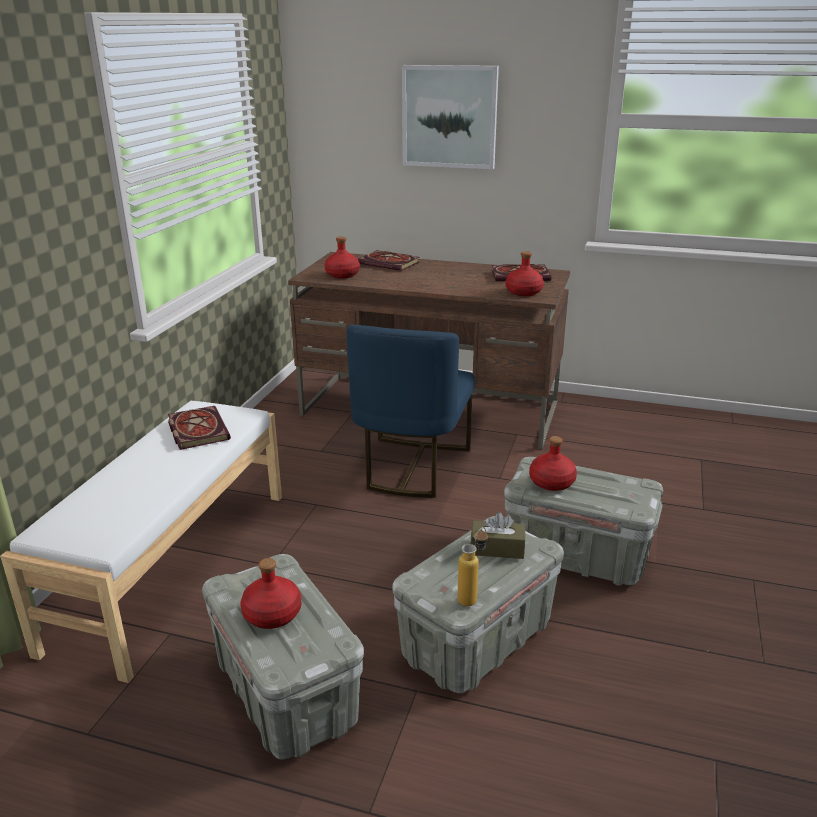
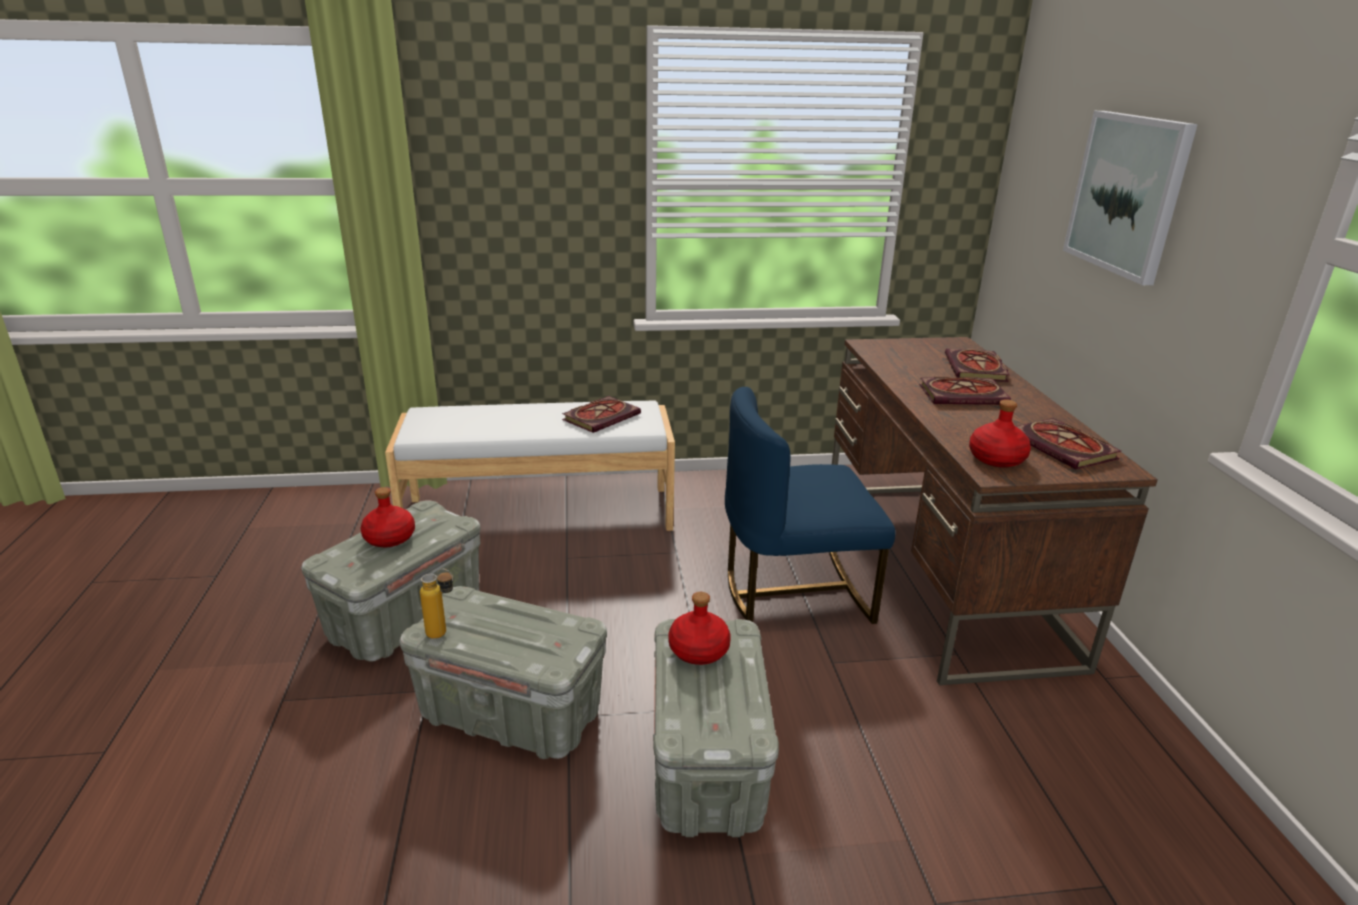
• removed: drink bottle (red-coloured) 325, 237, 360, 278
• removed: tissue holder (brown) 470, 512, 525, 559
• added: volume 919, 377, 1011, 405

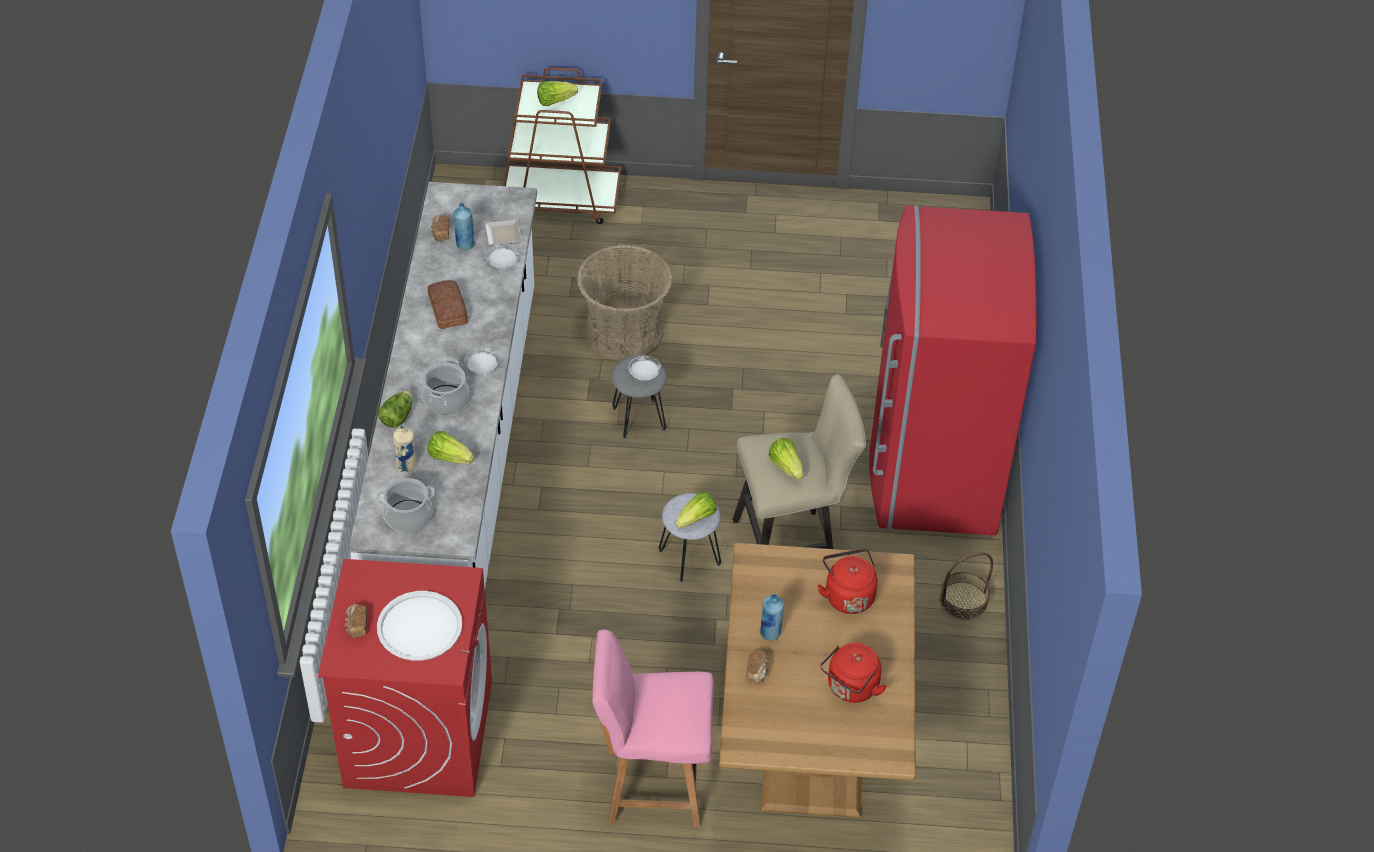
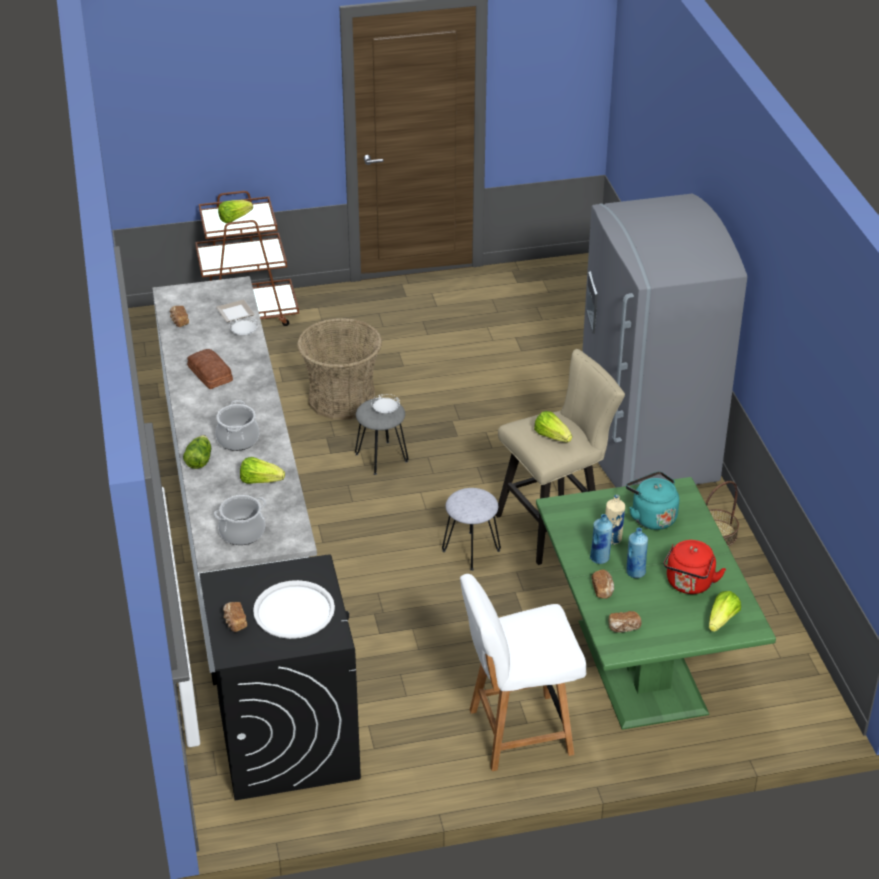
• moved: drink bottle (blue-coloured) 453, 203, 475, 250 to 626, 528, 648, 578
• recoloured: kitchen fridge (red-coloured) 869, 206, 1037, 535 to kitchen fridge (greyish) 582, 194, 747, 488
• removed: dinner plate (white-coloured) 465, 348, 499, 374
• moved: drink bottle (beige-coloured) 393, 424, 416, 473 to 605, 494, 625, 544
• moved: lettuce head 676, 492, 717, 528 to 709, 591, 741, 632
• recoloured: kitchen table (brown) 719, 543, 915, 818 to kitchen table (green) 536, 477, 776, 730
• recoloured: water kettle (red-coloured) 817, 549, 878, 614 to water kettle (turquoise-coloured) 626, 471, 679, 530
• recoloured: washing machine (red-coloured) 318, 559, 492, 797 to washing machine (blackish) 199, 554, 361, 801
• recoloured: upright chair (pink-coloured) 592, 629, 714, 827 to upright chair (white-coloured) 460, 574, 586, 771
• added: bread 609, 611, 642, 632

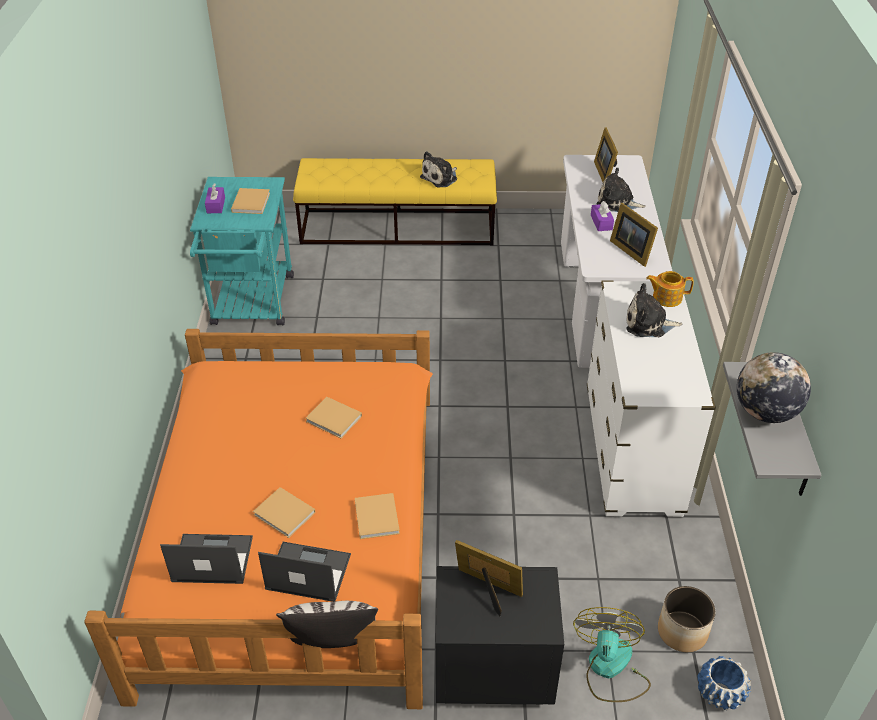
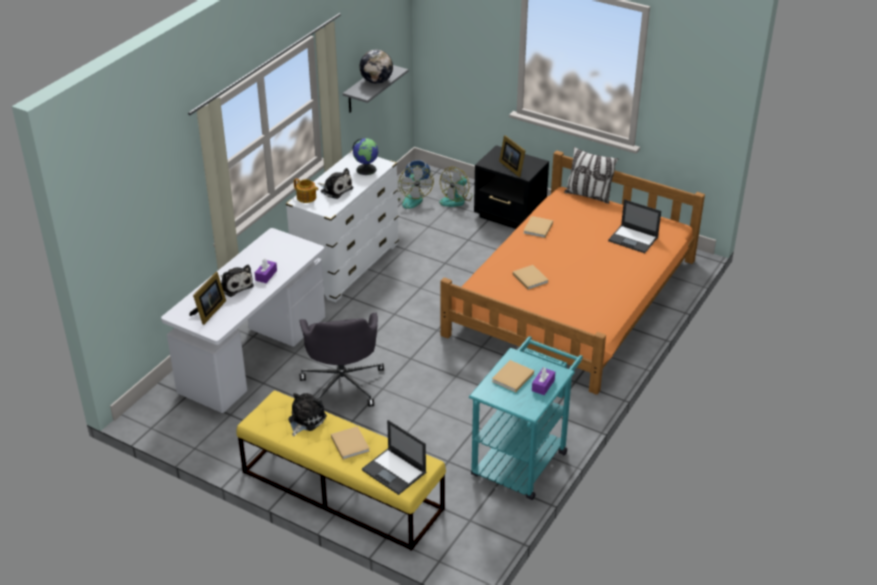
• turned: cuddly toy 420, 151, 457, 188 = 288, 393, 327, 436 45 degrees counterclockwise
• removed: standing frame 610, 203, 658, 267
• moved: volume (beige-coloured) 253, 487, 316, 538 to 331, 426, 370, 460
• moved: portable computer 258, 542, 351, 602 to 362, 420, 426, 495
• replaced: flower pot 658, 586, 716, 652 to electric fan 397, 165, 434, 209
• added: desk globe 353, 138, 378, 175
• added: desk chair (greyish) 299, 313, 384, 407

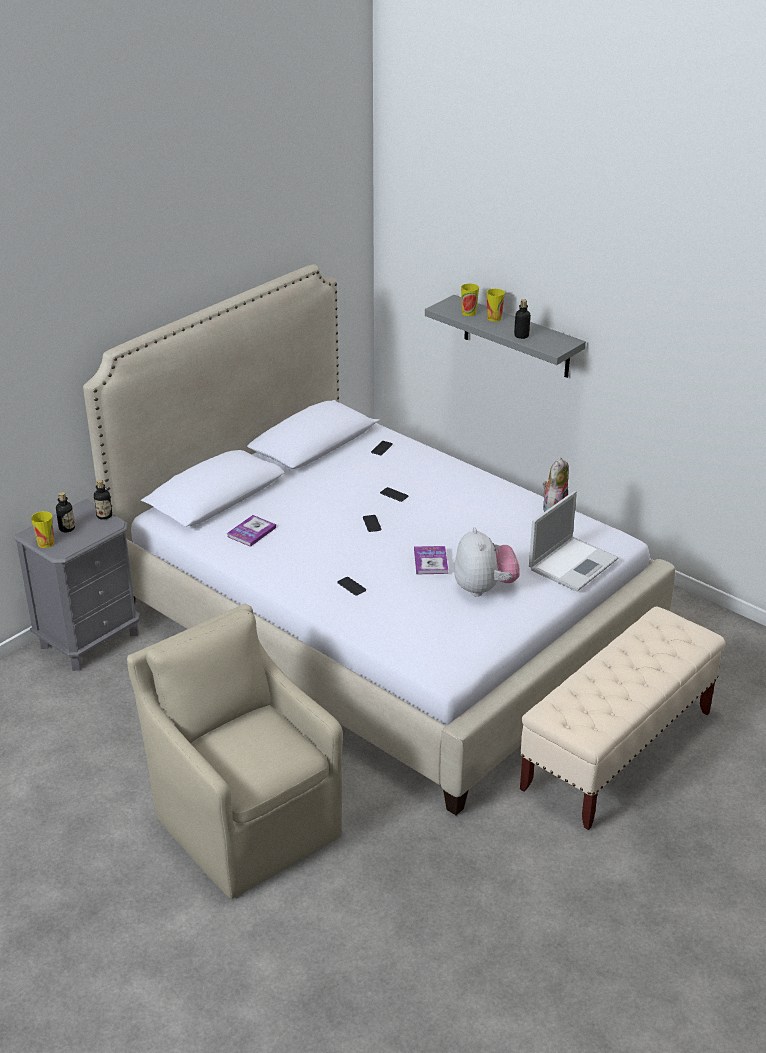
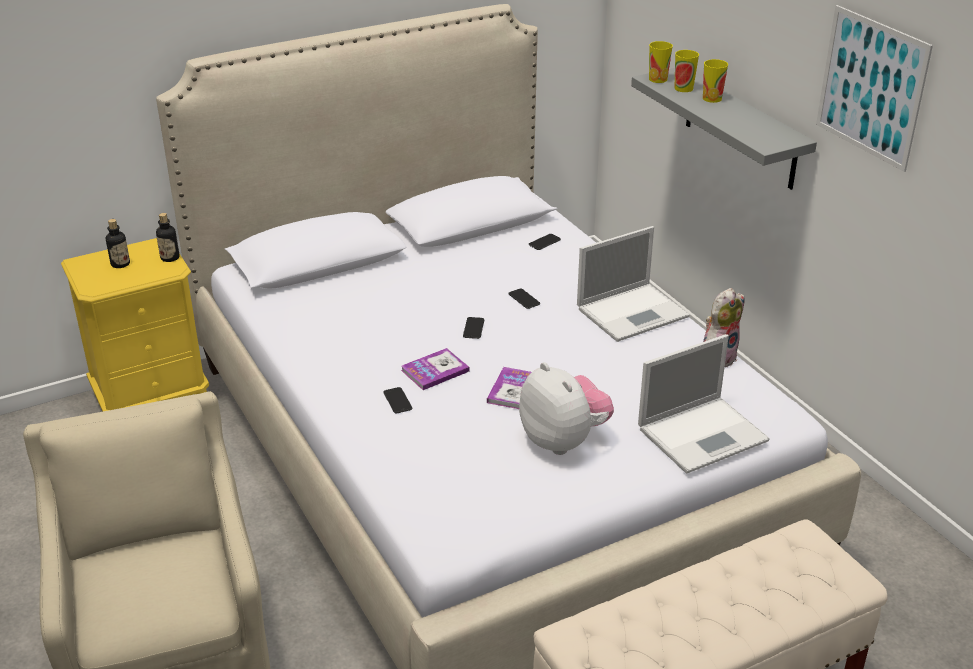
• removed: drink bottle 514, 299, 531, 339
• recoloured: nightstand (greyish) 13, 499, 140, 671 to nightstand (yellow-coloured) 61, 238, 209, 412
• moved: drinking cup 31, 511, 54, 548 to 649, 41, 673, 83
• moved: volume 227, 515, 276, 547 to 401, 348, 469, 390
• turned: cuddly toy 454, 527, 520, 597 = 519, 362, 614, 455 45 degrees counterclockwise
• added: wall art 816, 5, 933, 172
• added: portable computer 577, 226, 690, 342

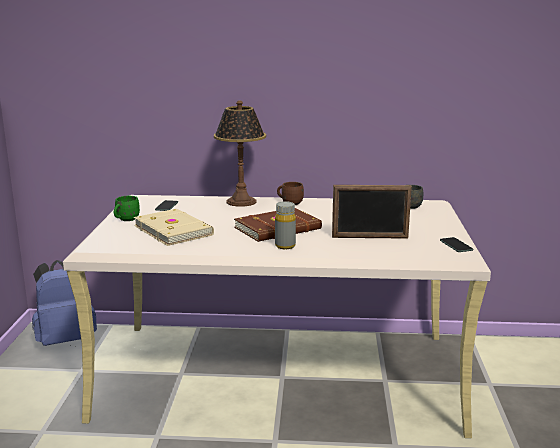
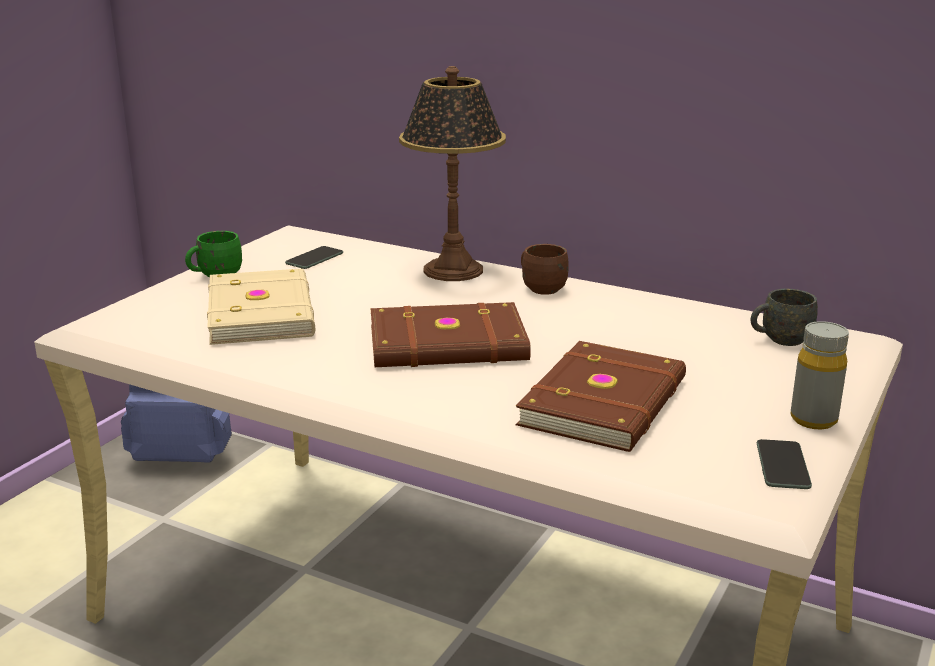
• replaced: standing frame 332, 185, 412, 239 to volume (brown) 516, 341, 686, 452
• moved: drink bottle (greyish) 275, 201, 296, 249 to 790, 321, 849, 430

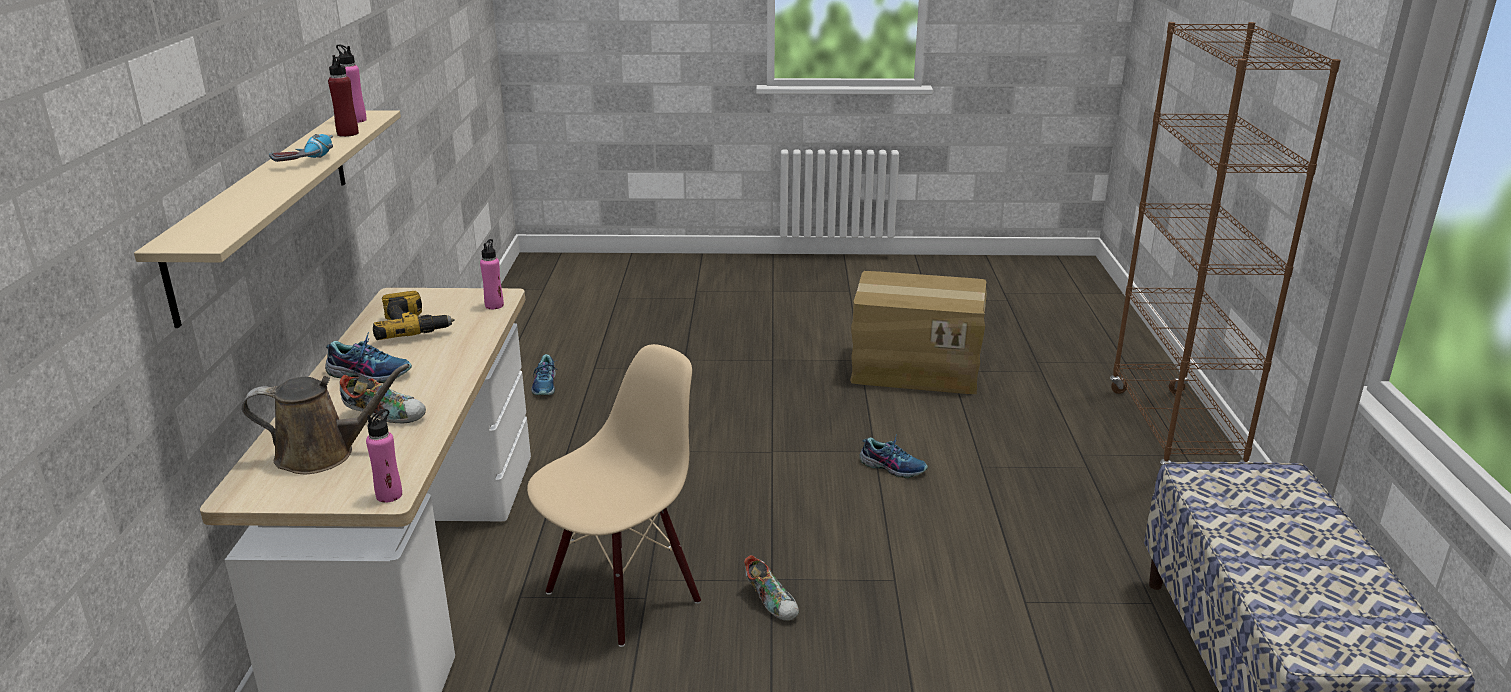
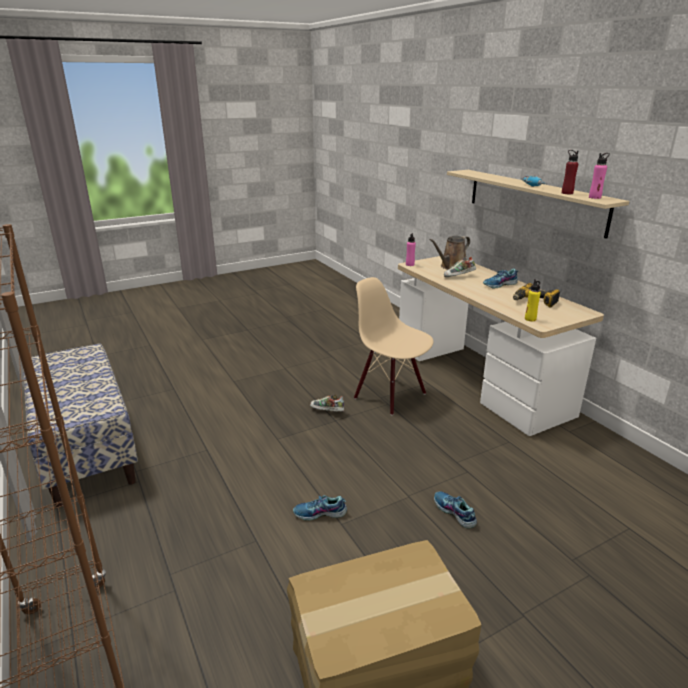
• recoloured: drink bottle (pink-coloured) 480, 239, 504, 309 to drink bottle (yellow-coloured) 525, 279, 541, 321
• turned: upright chair (beige-coloured) 527, 344, 701, 647 = 354, 277, 433, 415 120 degrees clockwise
• moved: item of footwear 531, 354, 558, 395 to 434, 491, 477, 529

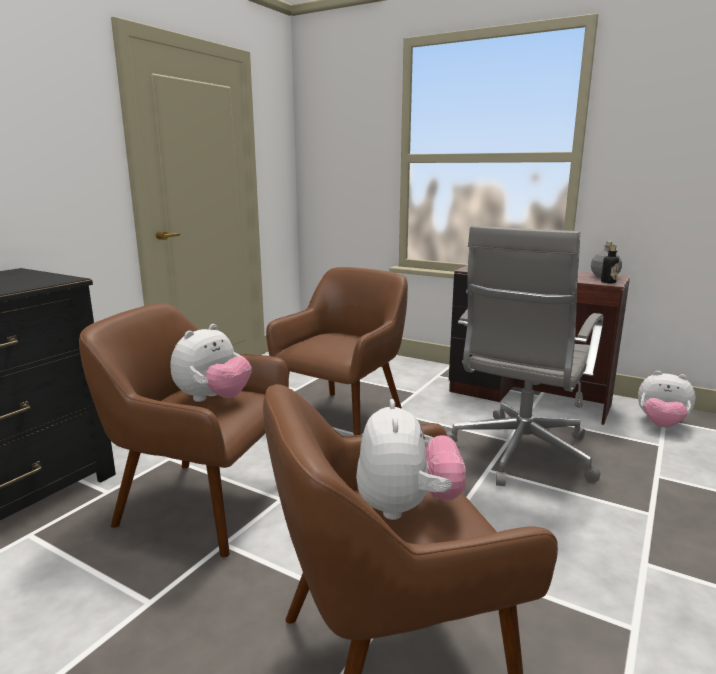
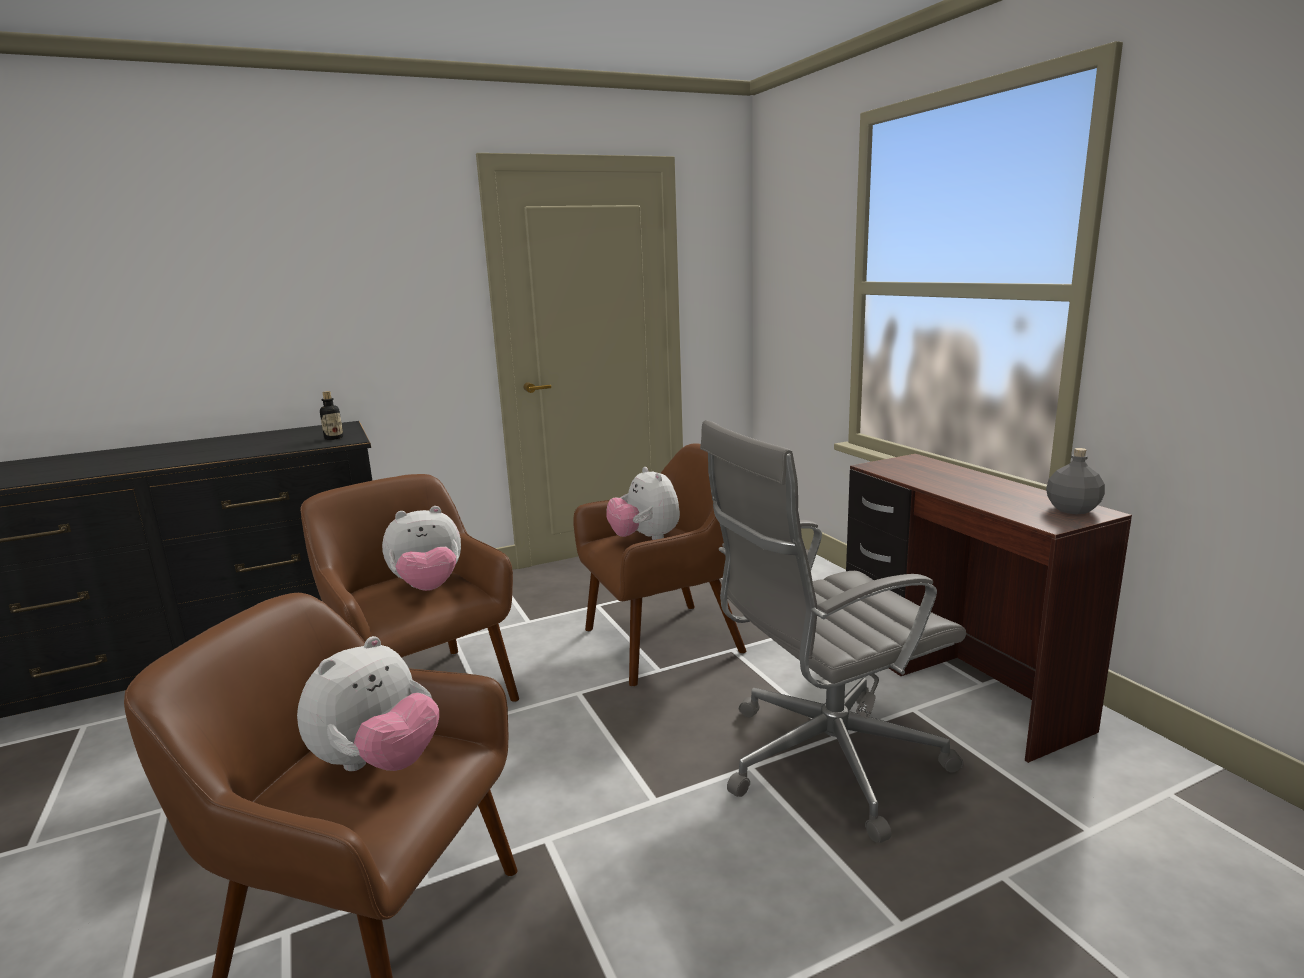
• moved: drink bottle 601, 245, 619, 284 to 320, 391, 343, 440
• moved: cuddly toy 638, 371, 695, 427 to 606, 467, 680, 540

